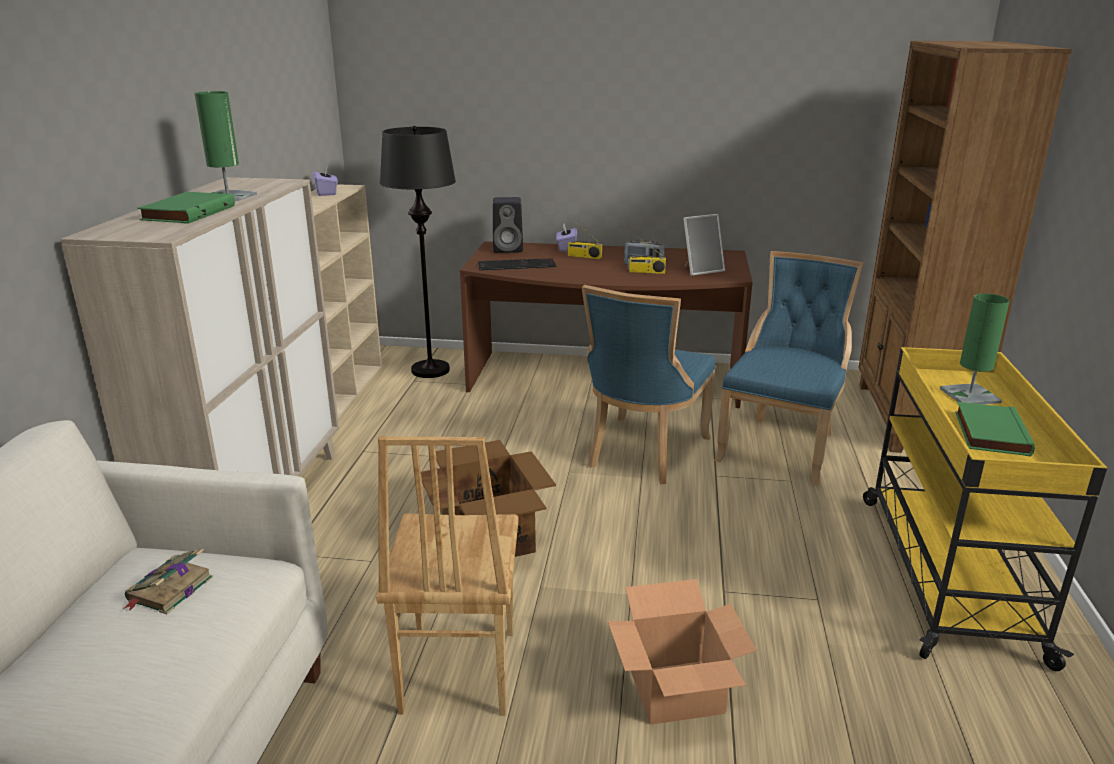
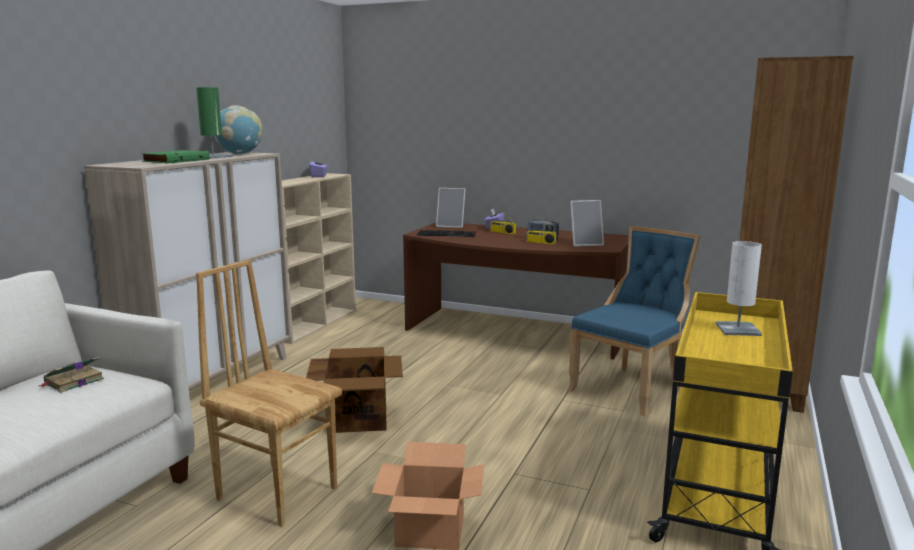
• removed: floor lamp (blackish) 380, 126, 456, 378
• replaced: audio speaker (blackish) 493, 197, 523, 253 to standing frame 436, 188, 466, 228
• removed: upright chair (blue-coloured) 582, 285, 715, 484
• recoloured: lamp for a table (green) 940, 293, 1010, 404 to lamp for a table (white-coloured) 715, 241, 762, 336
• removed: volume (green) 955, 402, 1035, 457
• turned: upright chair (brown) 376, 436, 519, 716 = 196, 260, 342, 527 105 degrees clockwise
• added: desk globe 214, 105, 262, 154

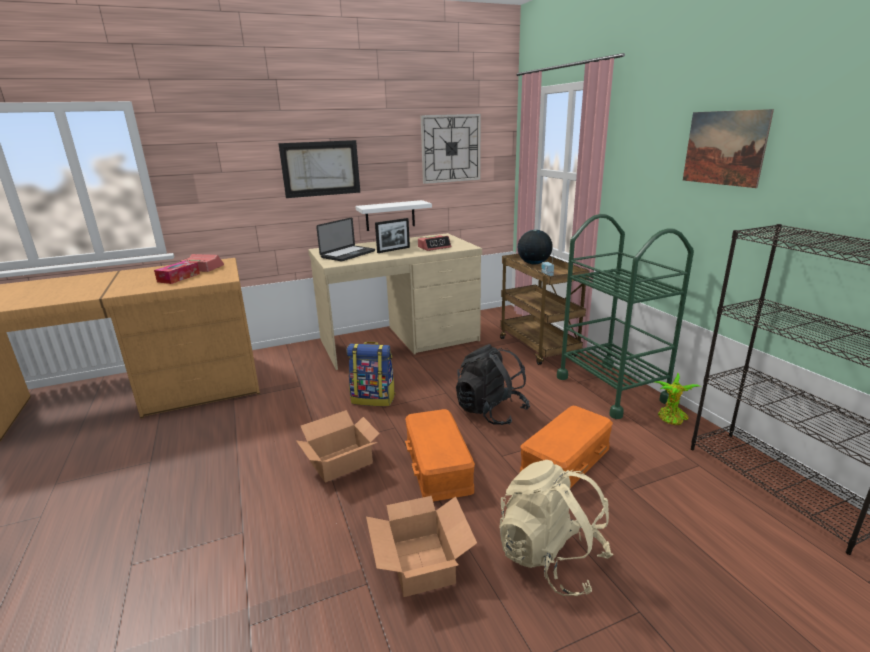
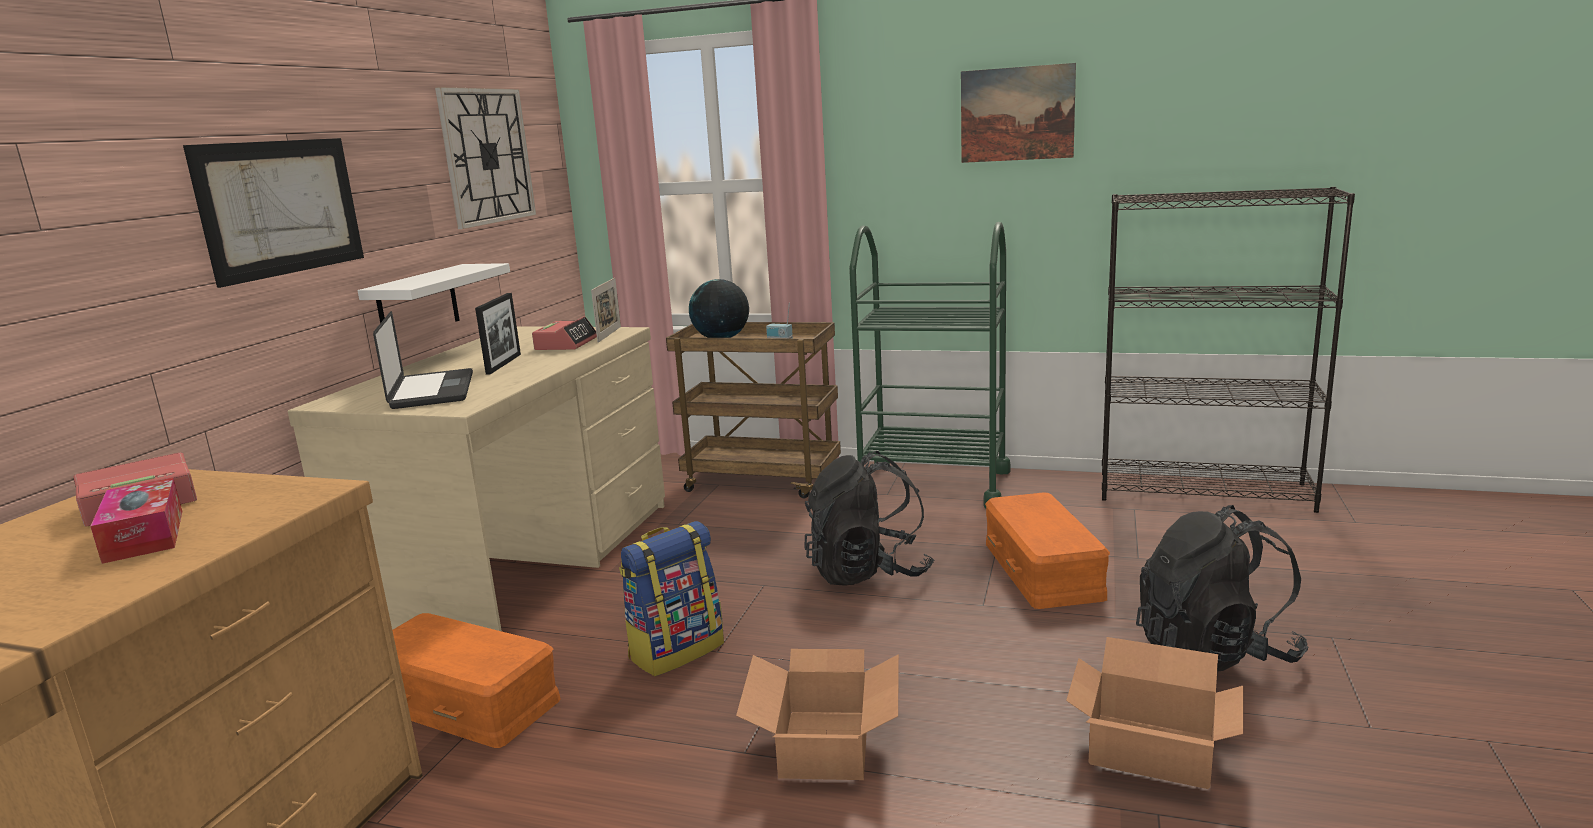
• removed: plant in a pot 653, 372, 701, 425
• moved: storage box (orange-coloured) 405, 409, 475, 502 to 392, 613, 561, 748
• recoloured: knapsack (beige-coloured) 499, 460, 613, 596 to knapsack (blackish) 1136, 505, 1308, 672
• added: standing frame 591, 278, 621, 343

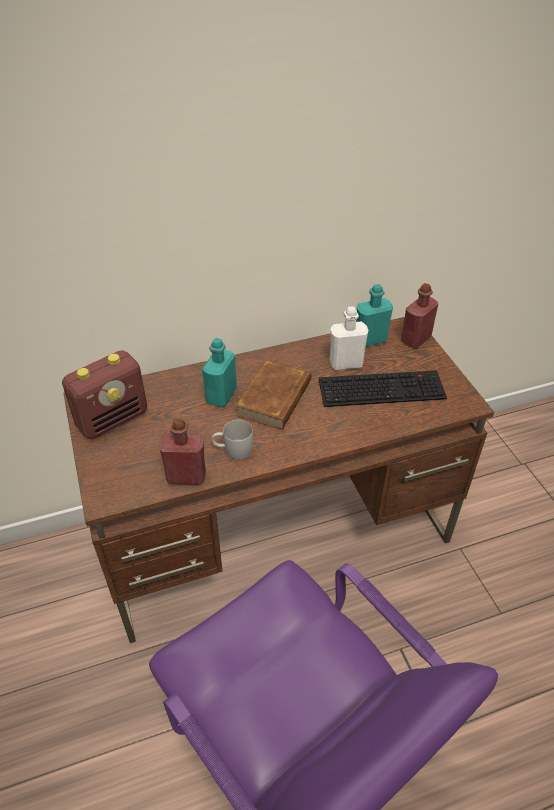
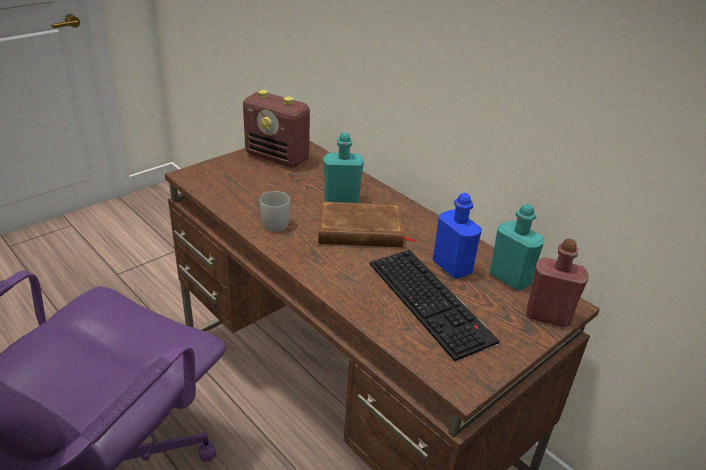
• recoloured: drink bottle (white-coloured) 330, 306, 368, 370 to drink bottle (blue-coloured) 433, 193, 482, 279
• removed: drink bottle (red-coloured) 158, 418, 206, 485

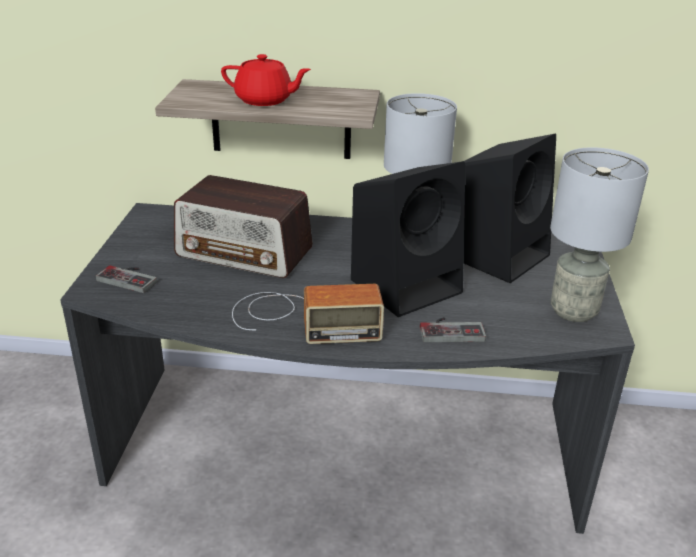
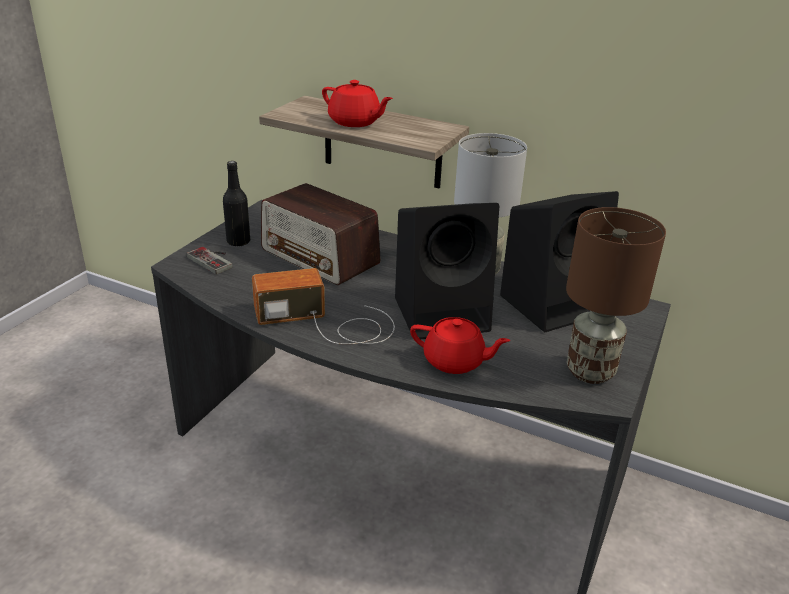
• recoloured: lamp for a table (greyish) 550, 147, 649, 322 to lamp for a table (brown) 566, 207, 666, 384
• turned: radio 232, 284, 384, 344 = 252, 268, 395, 345 150 degrees clockwise
• replaced: joypad 420, 317, 486, 342 to teapot (red-coloured) 410, 317, 510, 374
• added: drink bottle (blackish) 223, 161, 250, 247

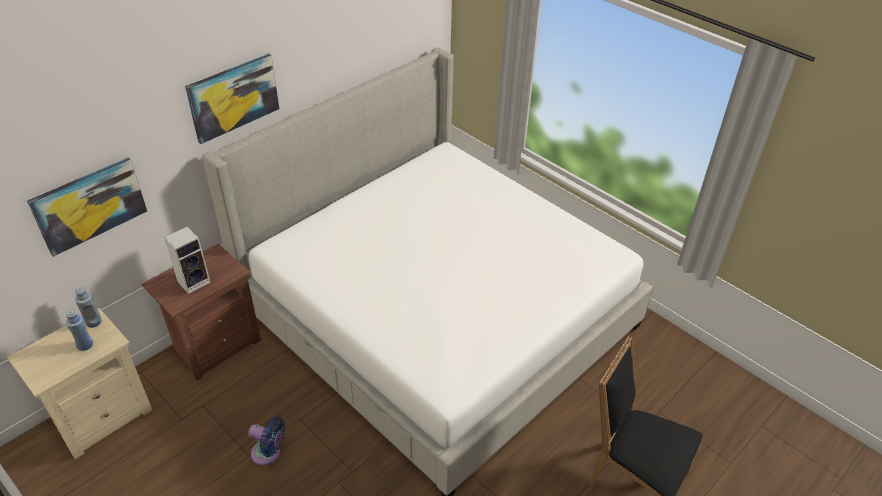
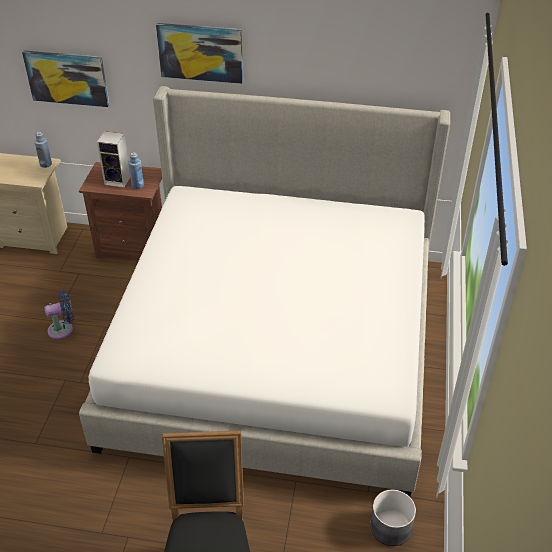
• moved: drink bottle (blue-coloured) 66, 310, 93, 351 to 128, 152, 144, 189
• turned: electric fan (blue-coloured) 248, 417, 286, 466 = 44, 291, 74, 339 90 degrees counterclockwise
• added: flower pot (greyish) 370, 490, 416, 546

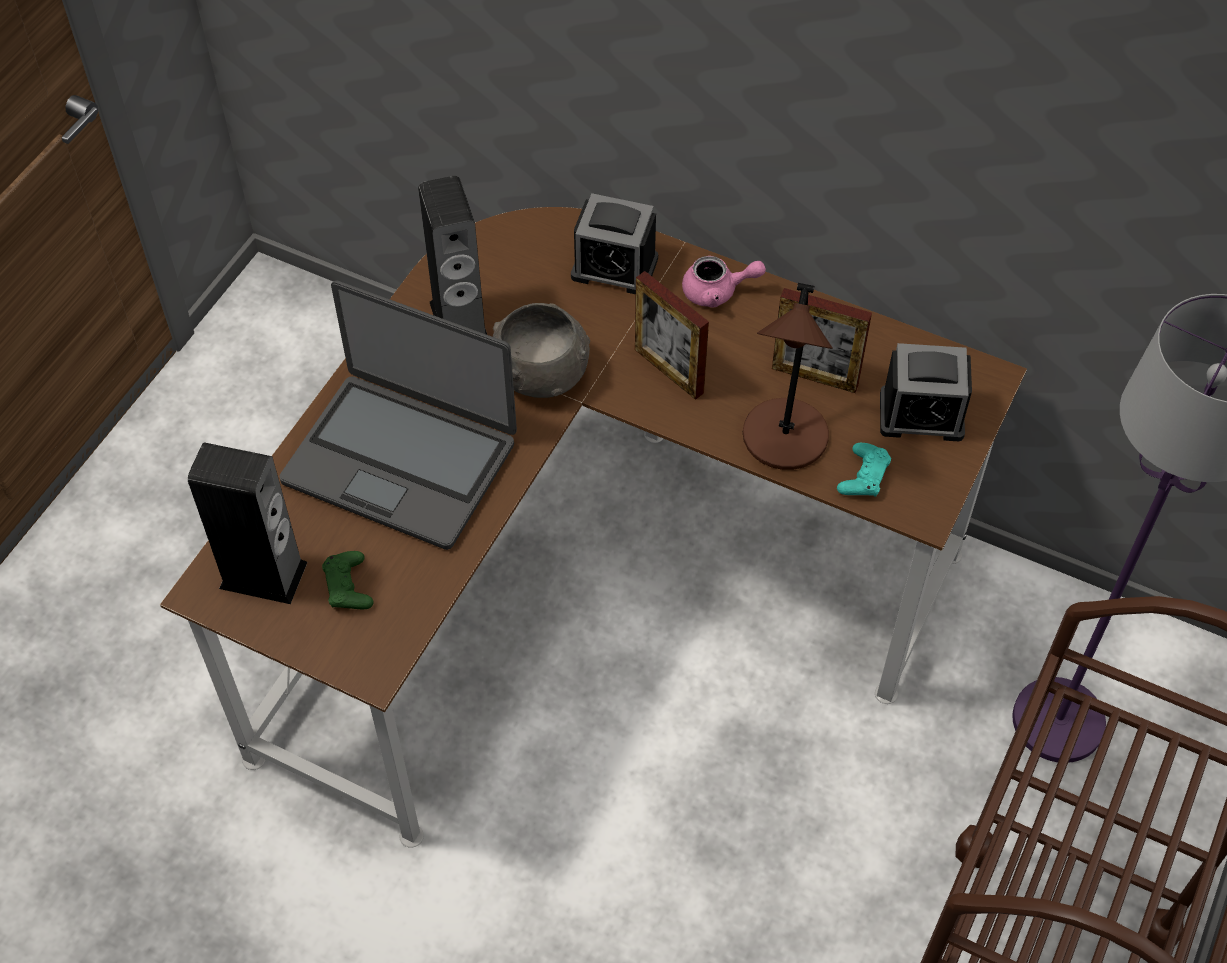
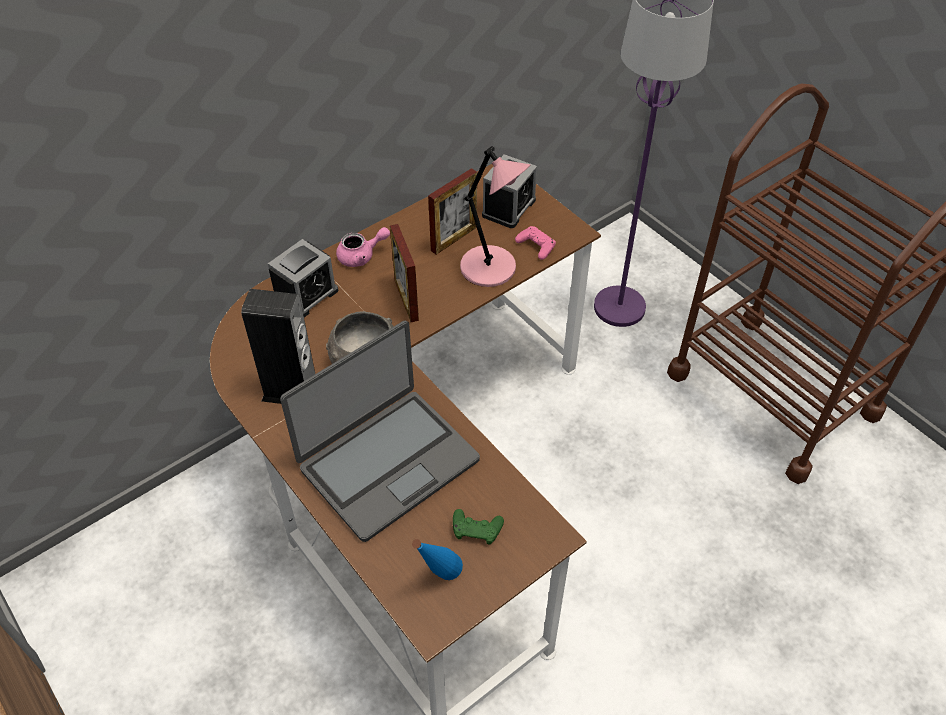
• turned: teapot (pink-coloured) 682, 256, 766, 307 = 336, 227, 390, 267 45 degrees clockwise
• turned: standing frame 635, 271, 709, 400 = 390, 224, 419, 322 90 degrees clockwise
• recoloured: lamp for a table (brown) 743, 283, 832, 470 to lamp for a table (pink-coloured) 460, 146, 531, 287
• replaced: audio speaker 188, 442, 307, 604 to drink bottle (blue-coloured) 412, 539, 463, 580
• recoloured: joypad (turquoise-coloured) 837, 443, 891, 497 to joypad (pink-coloured) 515, 226, 556, 260

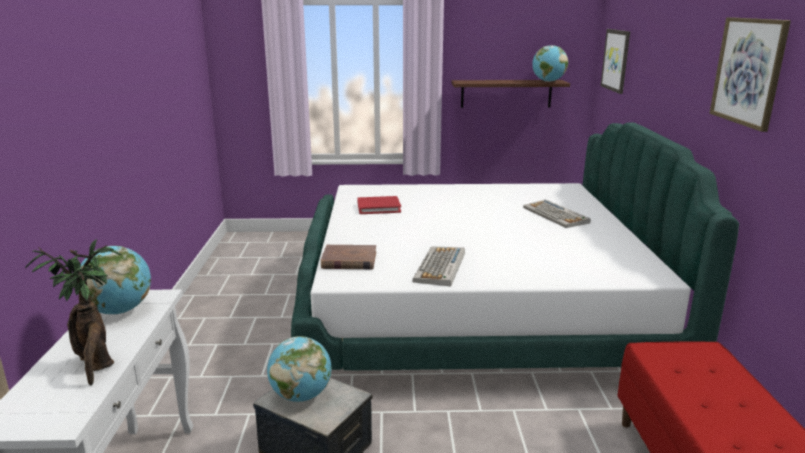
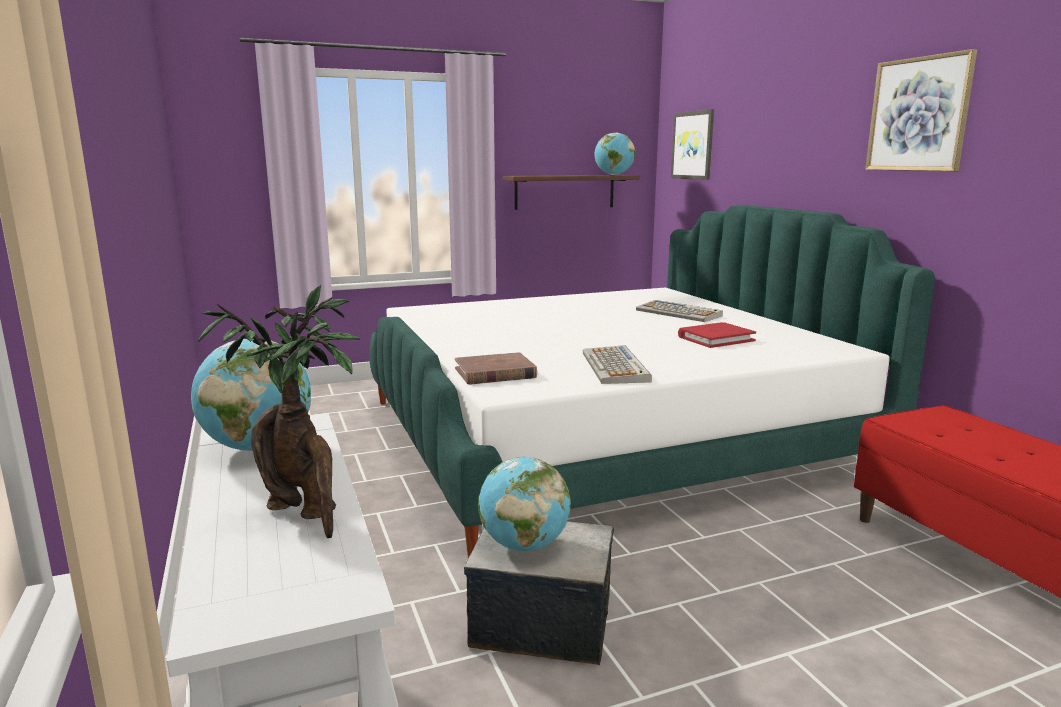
• moved: volume (red-coloured) 357, 196, 401, 214 to 678, 322, 756, 348

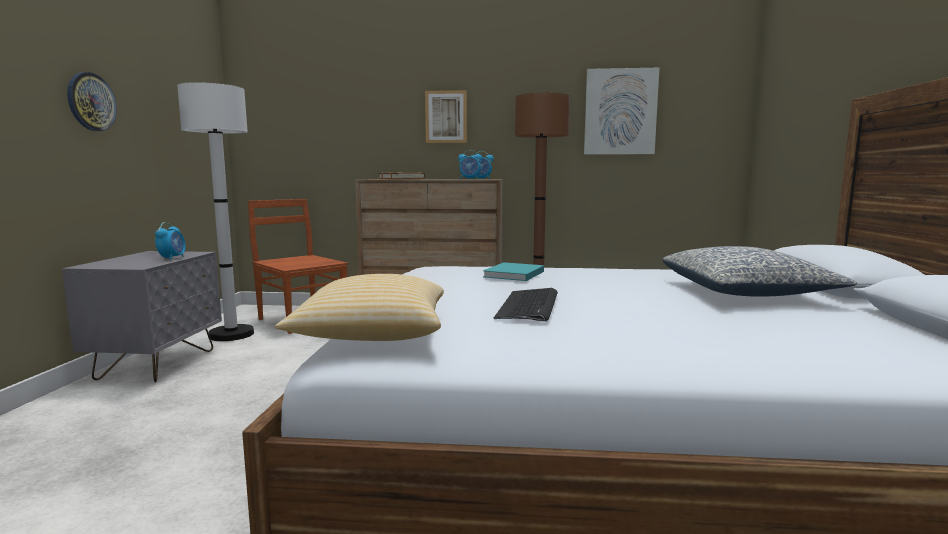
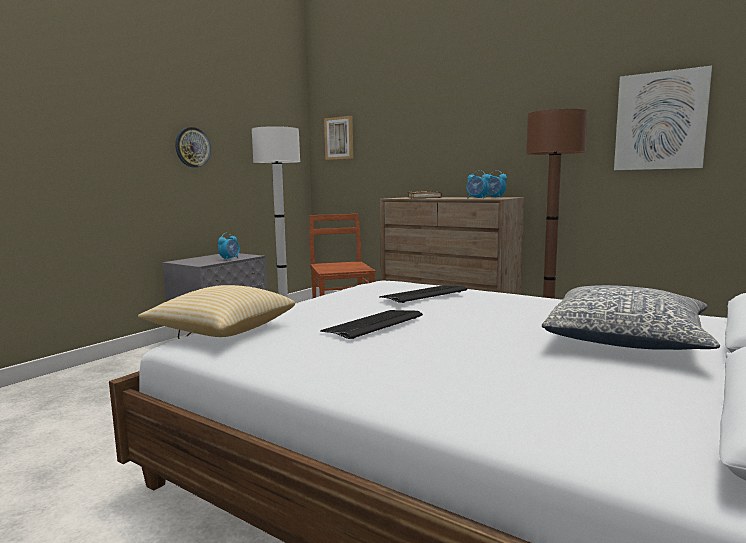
• moved: wall art 425, 90, 467, 143 to 324, 116, 353, 160
• replaced: volume (turquoise-coloured) 483, 262, 544, 281 to computer keyboard 379, 286, 467, 303

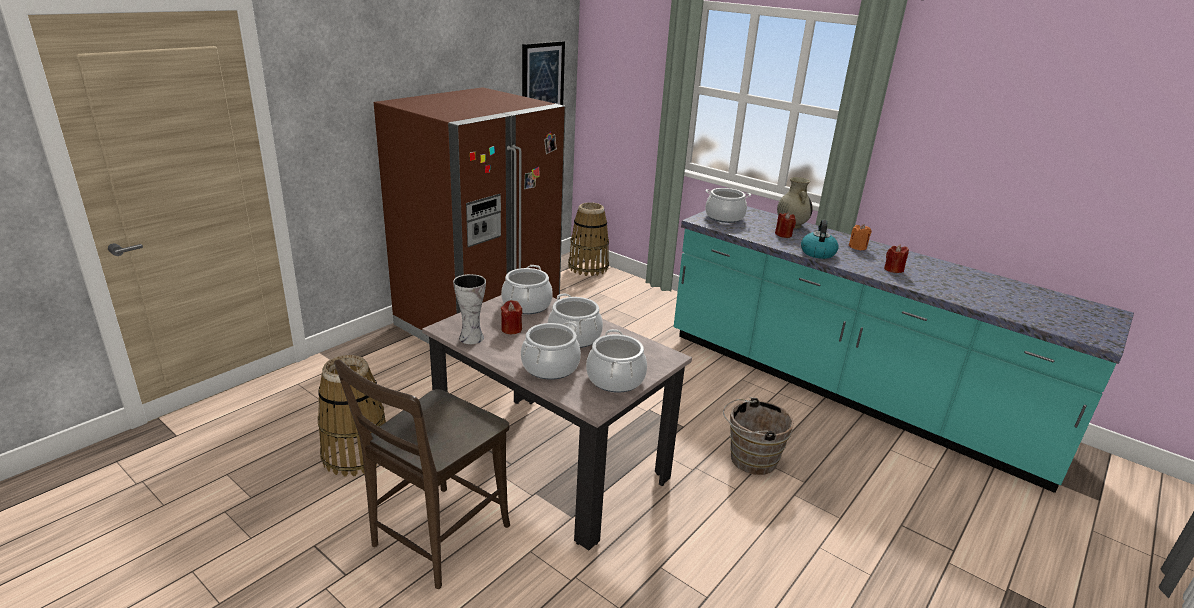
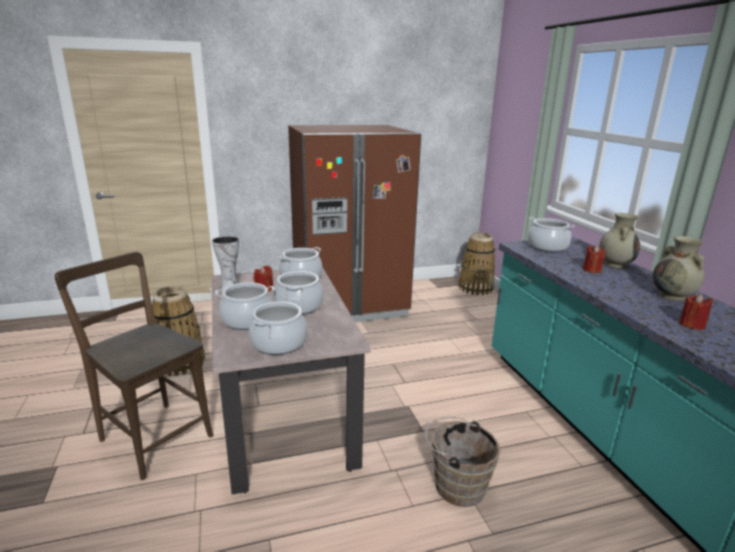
• removed: wall art 522, 41, 565, 105
• removed: water kettle 801, 220, 839, 259
• replaced: wax candle (orange-coloured) 848, 224, 872, 250 to flower vase (beige-coloured) 653, 236, 705, 301
• turned: upright chair (brown) 334, 359, 510, 589 = 55, 252, 214, 480 60 degrees clockwise

